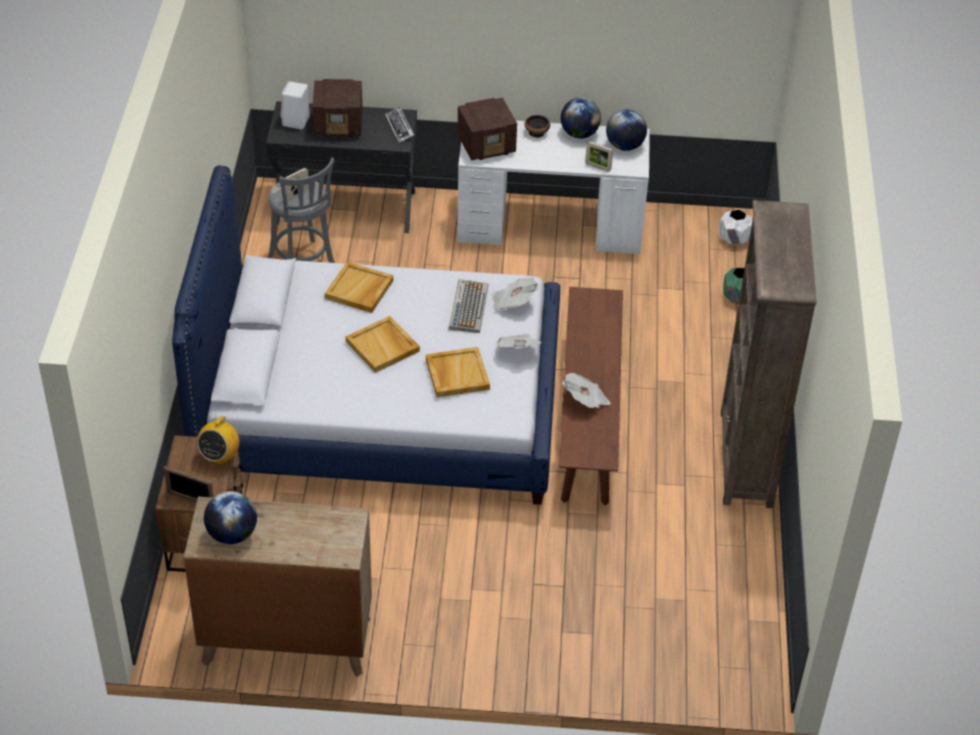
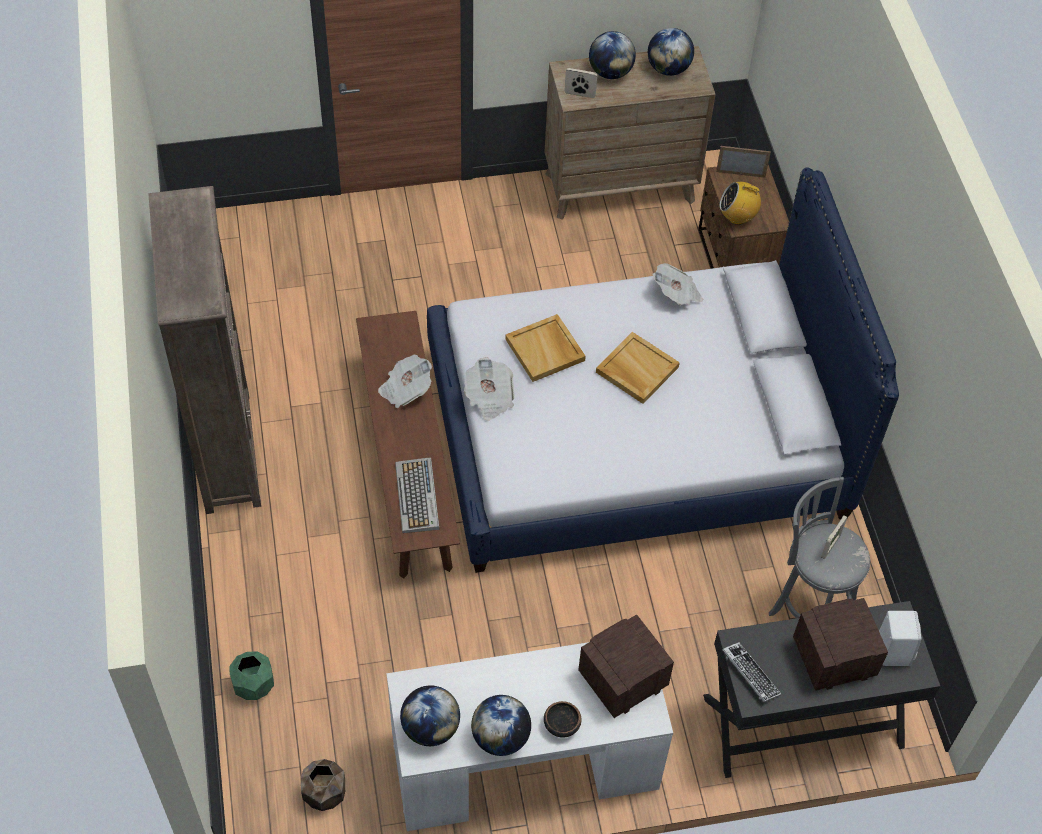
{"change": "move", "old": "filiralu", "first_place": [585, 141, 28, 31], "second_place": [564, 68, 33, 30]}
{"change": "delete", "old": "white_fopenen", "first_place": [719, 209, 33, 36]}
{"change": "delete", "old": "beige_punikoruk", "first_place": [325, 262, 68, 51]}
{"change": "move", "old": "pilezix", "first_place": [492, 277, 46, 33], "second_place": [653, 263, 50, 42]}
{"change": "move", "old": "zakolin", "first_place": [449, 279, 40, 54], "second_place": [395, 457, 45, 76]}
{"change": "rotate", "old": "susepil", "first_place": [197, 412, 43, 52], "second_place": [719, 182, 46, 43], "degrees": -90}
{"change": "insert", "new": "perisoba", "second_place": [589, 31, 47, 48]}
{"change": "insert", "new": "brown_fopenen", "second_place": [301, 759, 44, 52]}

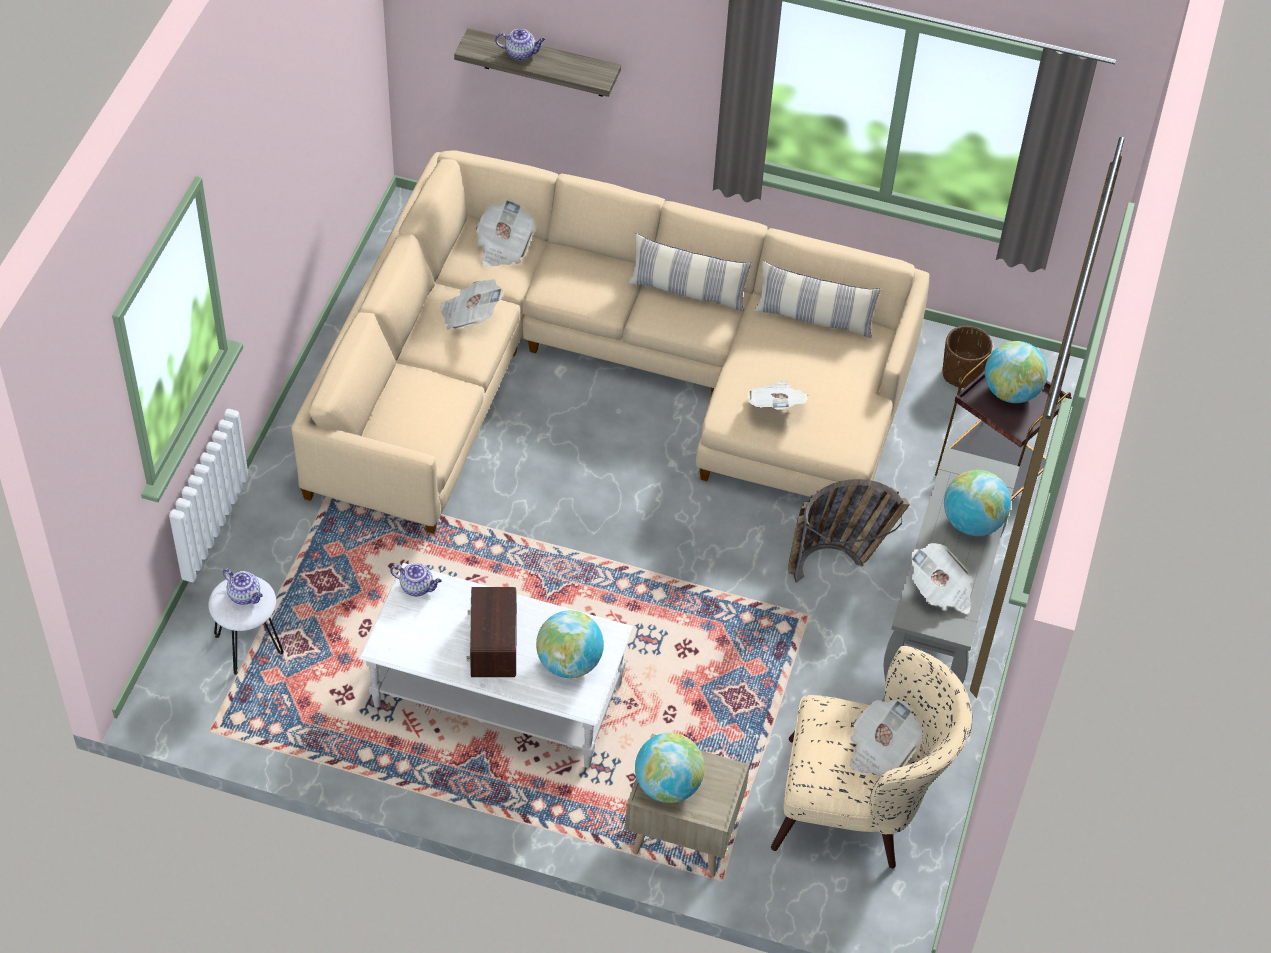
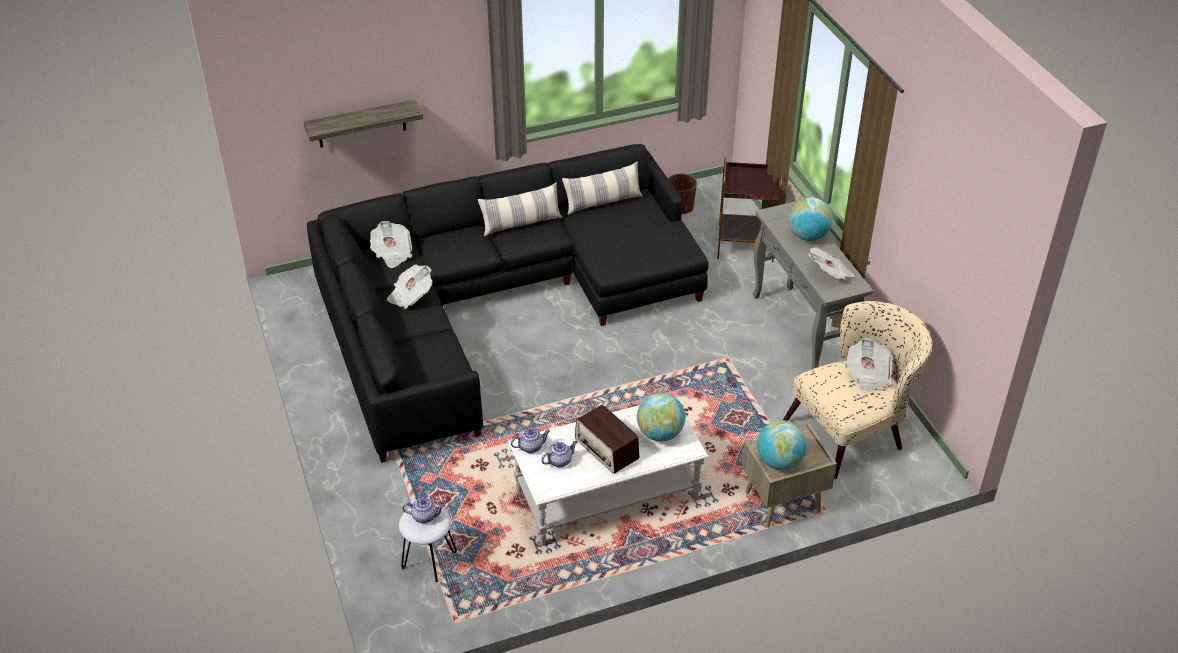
{"change": "move", "old": "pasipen", "first_place": [495, 29, 50, 31], "second_place": [541, 441, 36, 26]}
{"change": "recolor", "old": "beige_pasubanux", "new": "black_pasubanux", "first_place": [291, 150, 638, 384], "second_place": [307, 144, 402, 319]}
{"change": "delete", "old": "perisoba", "first_place": [985, 341, 63, 62]}
{"change": "delete", "old": "pilezix", "first_place": [748, 381, 61, 29]}
{"change": "delete", "old": "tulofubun", "first_place": [788, 479, 122, 104]}

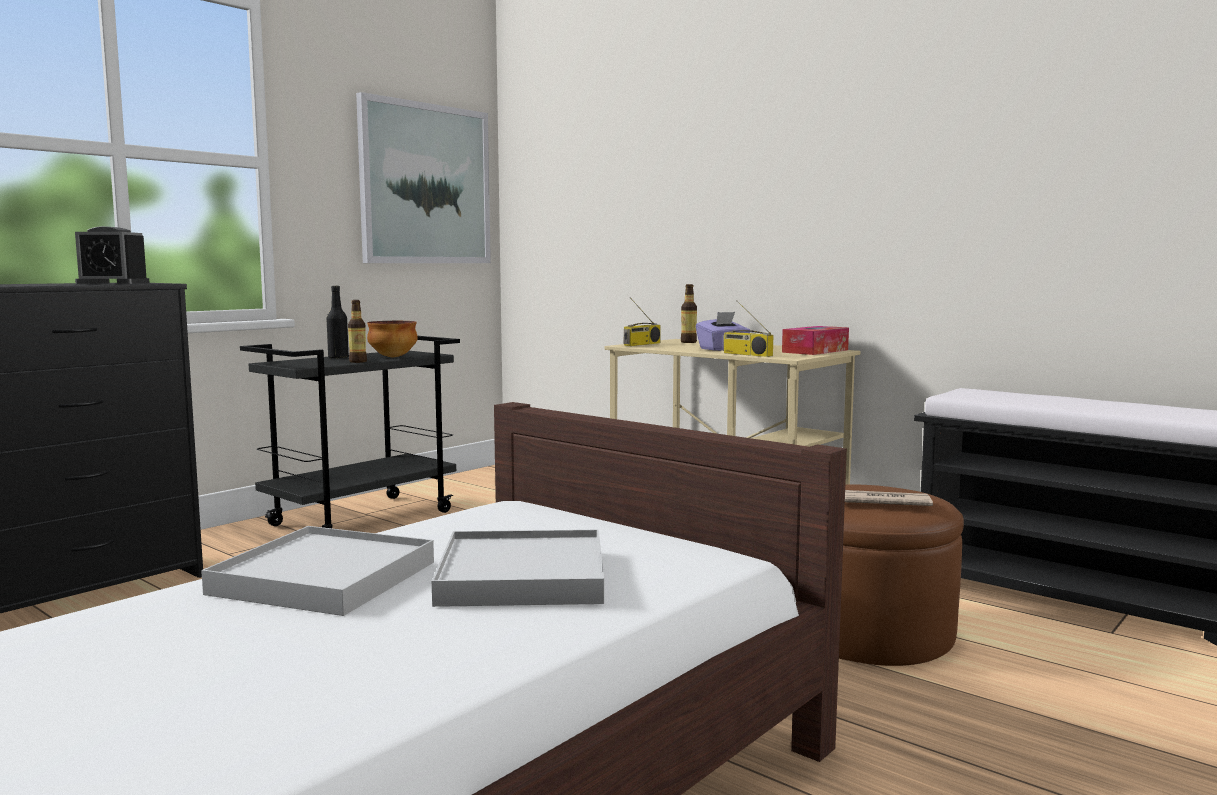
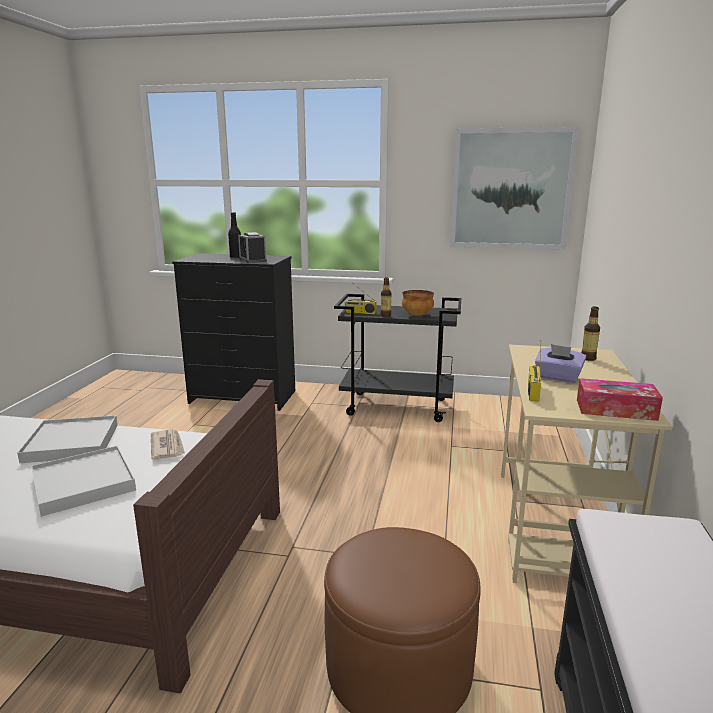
{"change": "move", "old": "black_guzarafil", "first_place": [326, 286, 23, 73], "second_place": [228, 212, 13, 46]}
{"change": "move", "old": "susepil", "first_place": [624, 297, 37, 49], "second_place": [345, 285, 31, 29]}
{"change": "move", "old": "pilezix", "first_place": [845, 490, 88, 16], "second_place": [151, 430, 34, 29]}

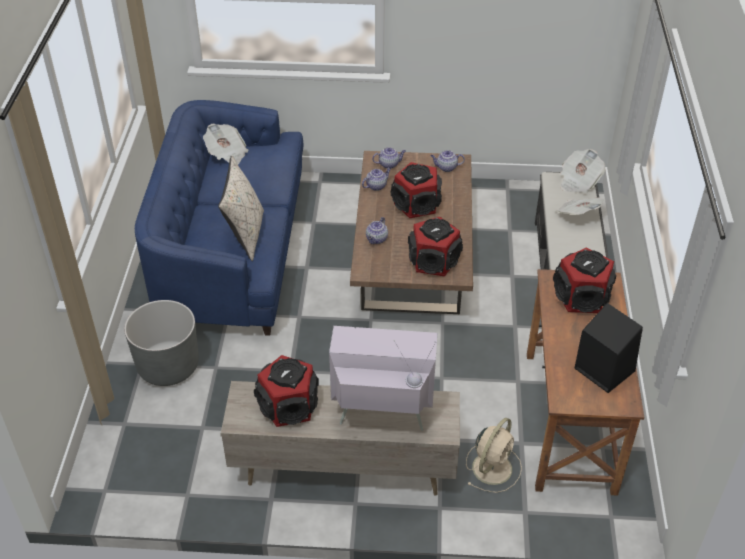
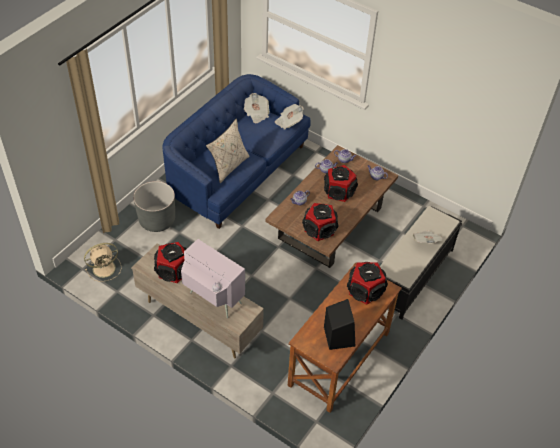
{"change": "move", "old": "pilezix", "first_place": [560, 149, 46, 44], "second_place": [275, 104, 29, 26]}
{"change": "move", "old": "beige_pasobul", "first_place": [466, 418, 56, 75], "second_place": [84, 243, 37, 39]}

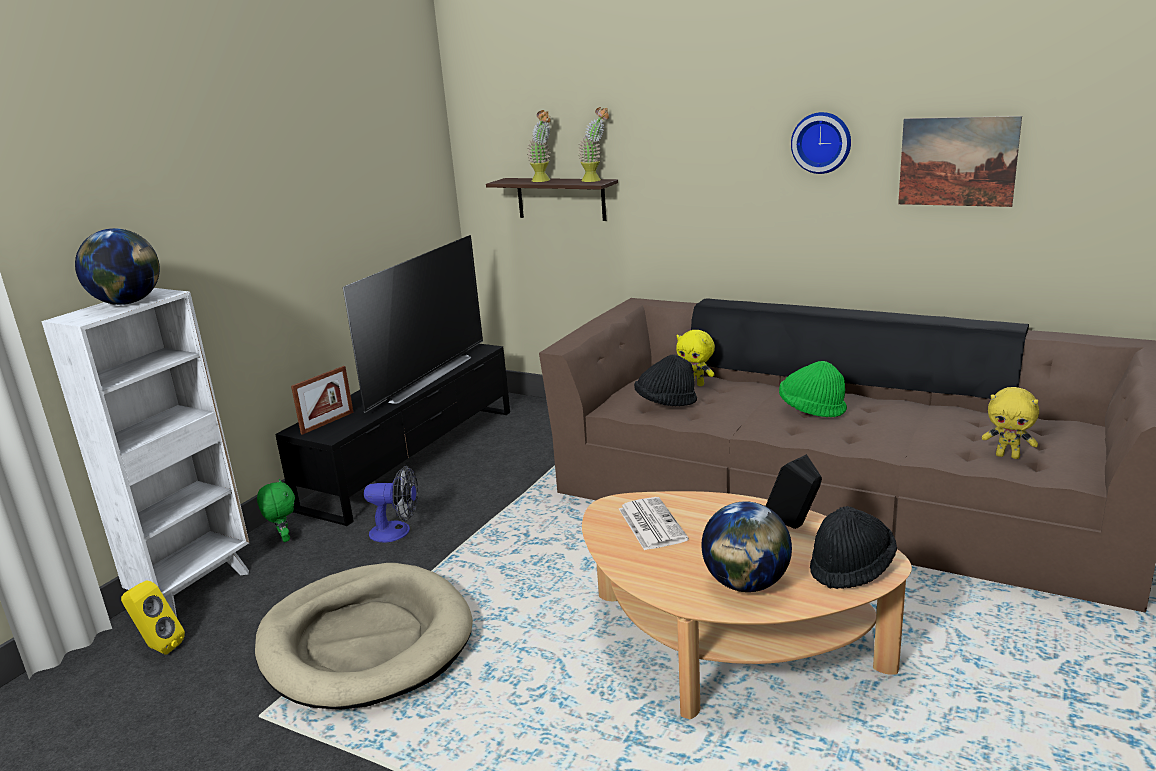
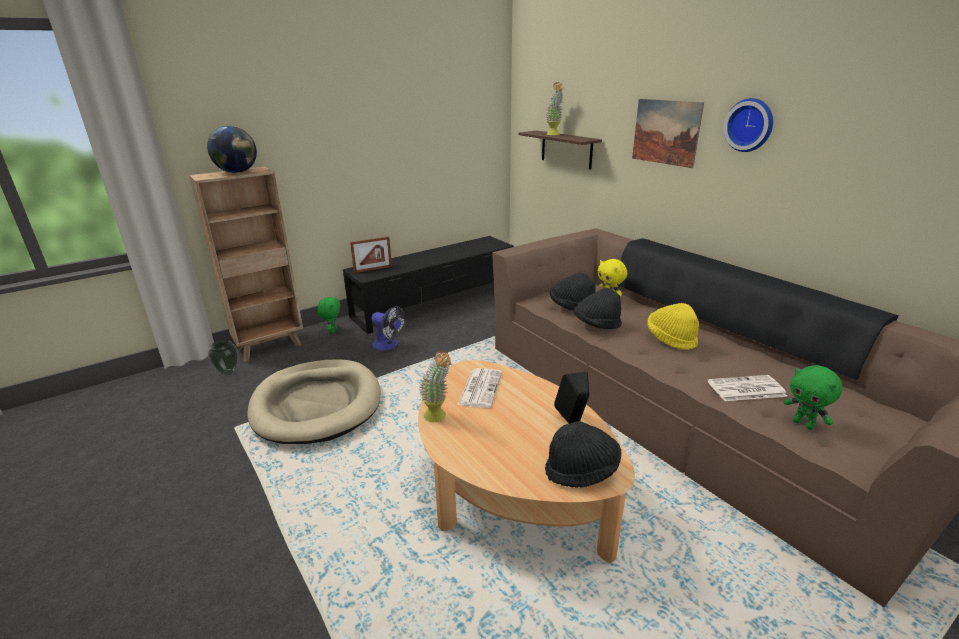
{"change": "move", "old": "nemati", "first_place": [578, 107, 31, 75], "second_place": [419, 350, 32, 72]}
{"change": "move", "old": "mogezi", "first_place": [898, 116, 124, 91], "second_place": [632, 99, 72, 69]}
{"change": "delete", "old": "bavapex", "first_place": [343, 235, 140, 178]}
{"change": "recolor", "old": "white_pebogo", "new": "brown_pebogo", "first_place": [41, 288, 208, 329], "second_place": [189, 167, 114, 194]}
{"change": "recolor", "old": "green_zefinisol", "new": "yellow_zefinisol", "first_place": [779, 361, 68, 56], "second_place": [647, 303, 52, 47]}
{"change": "recolor", "old": "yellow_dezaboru", "new": "green_dezaboru", "first_place": [982, 387, 57, 72], "second_place": [783, 365, 60, 65]}
{"change": "delete", "old": "perisoba", "first_place": [701, 501, 91, 91]}
{"change": "replace", "old": "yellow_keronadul", "new": "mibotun", "first_place": [121, 580, 64, 74], "second_place": [208, 340, 31, 35]}
{"change": "insert", "new": "black_zefinisol", "second_place": [574, 288, 48, 41]}
{"change": "insert", "new": "pilezix", "second_place": [707, 375, 80, 26]}

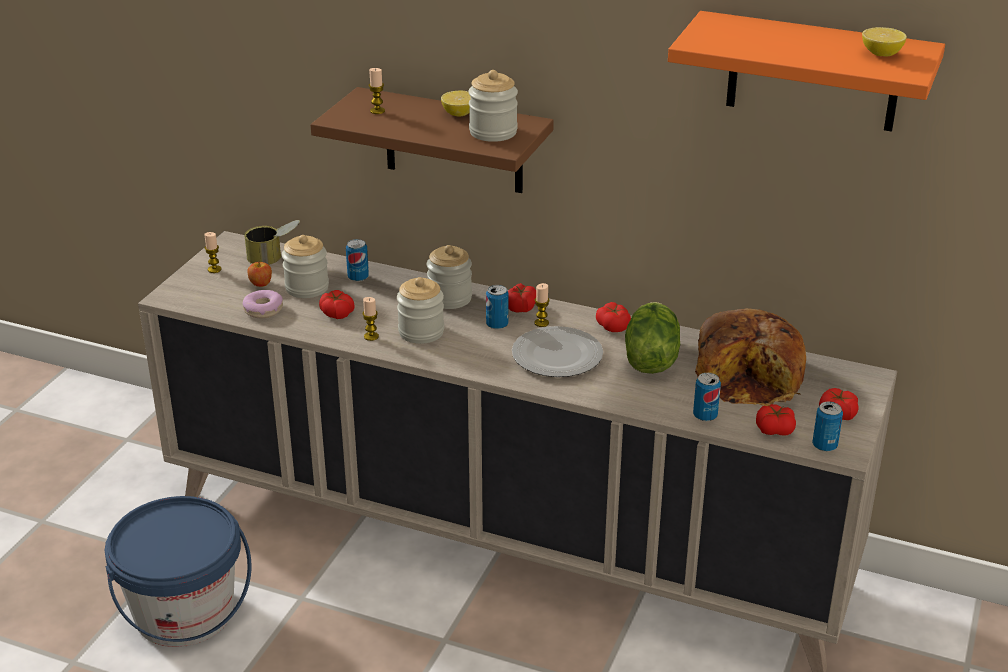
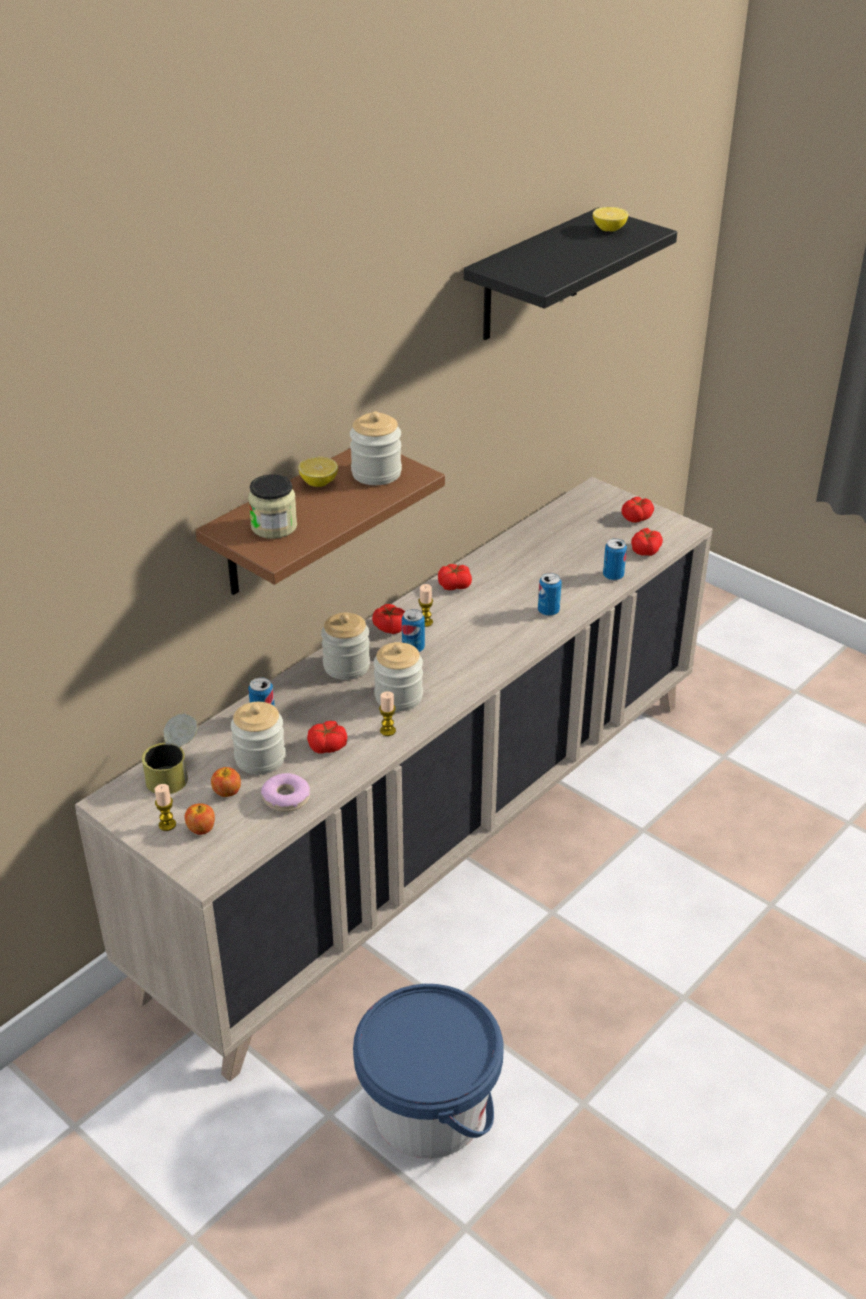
{"change": "recolor", "old": "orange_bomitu", "new": "black_bomitu", "first_place": [668, 11, 277, 120], "second_place": [464, 207, 213, 133]}
{"change": "replace", "old": "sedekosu", "new": "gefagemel", "first_place": [369, 68, 16, 46], "second_place": [248, 474, 49, 65]}
{"change": "delete", "old": "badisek", "first_place": [625, 302, 55, 72]}
{"change": "delete", "old": "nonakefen", "first_place": [695, 308, 111, 98]}
{"change": "delete", "old": "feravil", "first_place": [512, 326, 91, 51]}
{"change": "move", "old": "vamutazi", "first_place": [812, 402, 31, 50], "second_place": [538, 573, 23, 43]}
{"change": "insert", "new": "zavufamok", "second_place": [185, 803, 30, 32]}

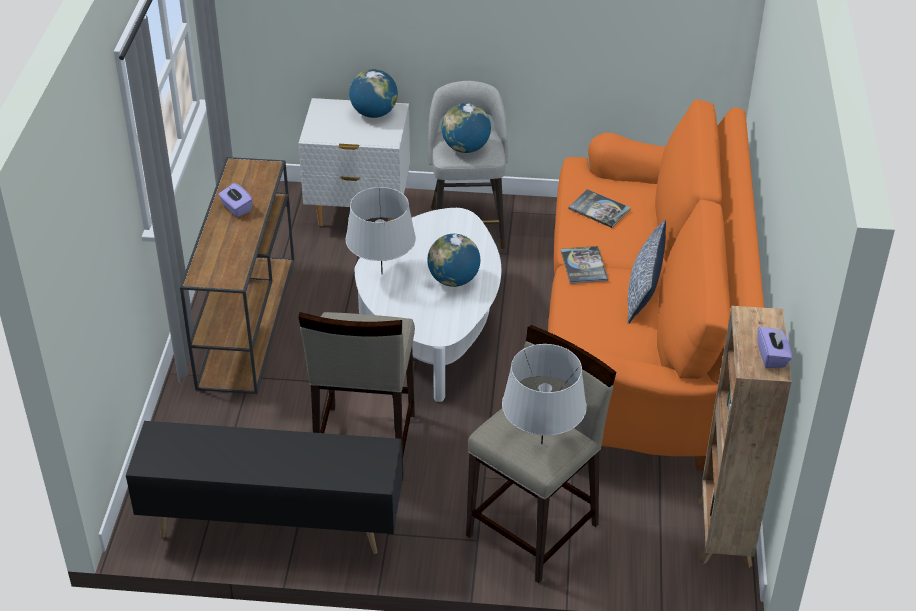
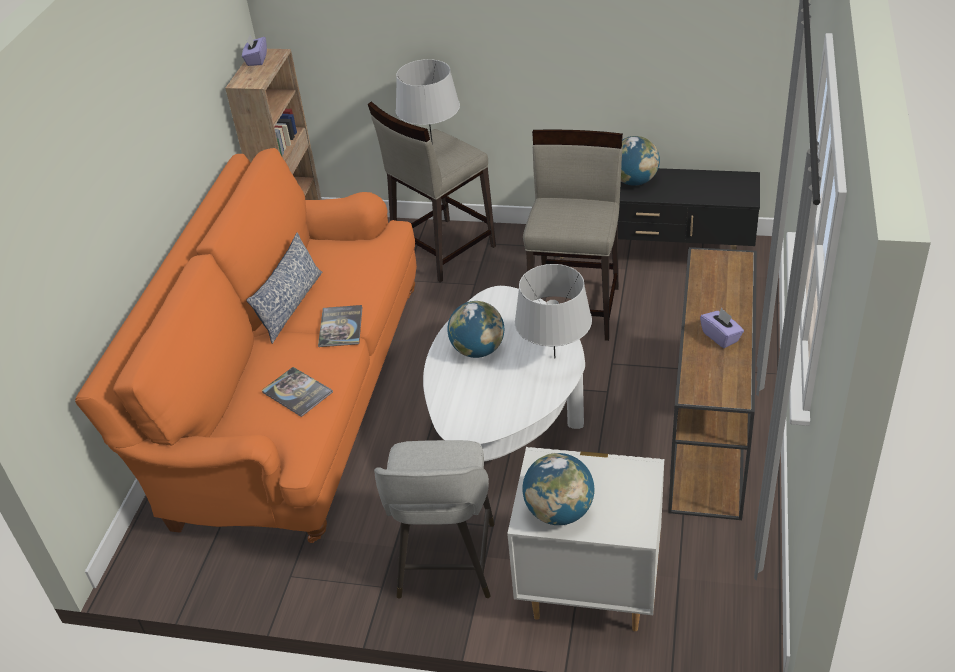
{"change": "move", "old": "perisoba", "first_place": [442, 103, 49, 50], "second_place": [621, 136, 39, 50]}

